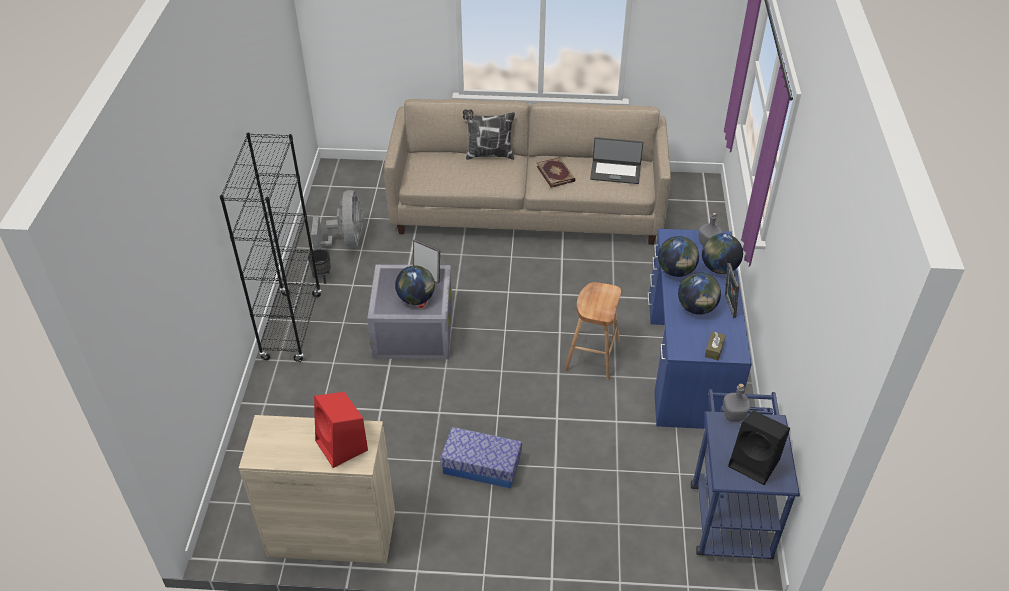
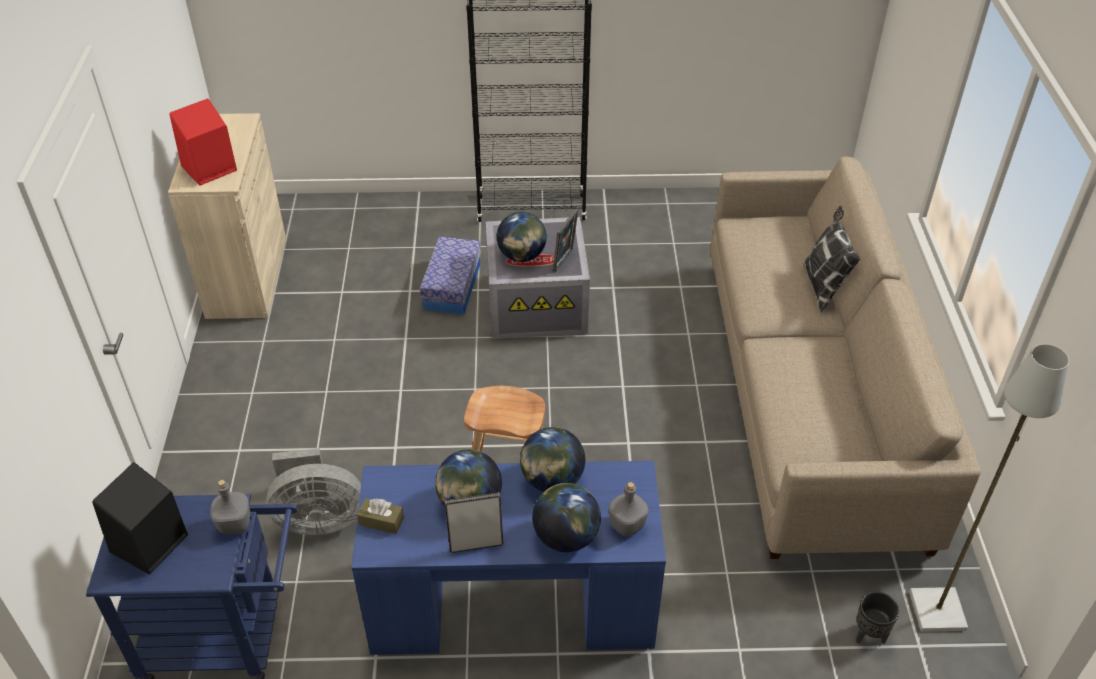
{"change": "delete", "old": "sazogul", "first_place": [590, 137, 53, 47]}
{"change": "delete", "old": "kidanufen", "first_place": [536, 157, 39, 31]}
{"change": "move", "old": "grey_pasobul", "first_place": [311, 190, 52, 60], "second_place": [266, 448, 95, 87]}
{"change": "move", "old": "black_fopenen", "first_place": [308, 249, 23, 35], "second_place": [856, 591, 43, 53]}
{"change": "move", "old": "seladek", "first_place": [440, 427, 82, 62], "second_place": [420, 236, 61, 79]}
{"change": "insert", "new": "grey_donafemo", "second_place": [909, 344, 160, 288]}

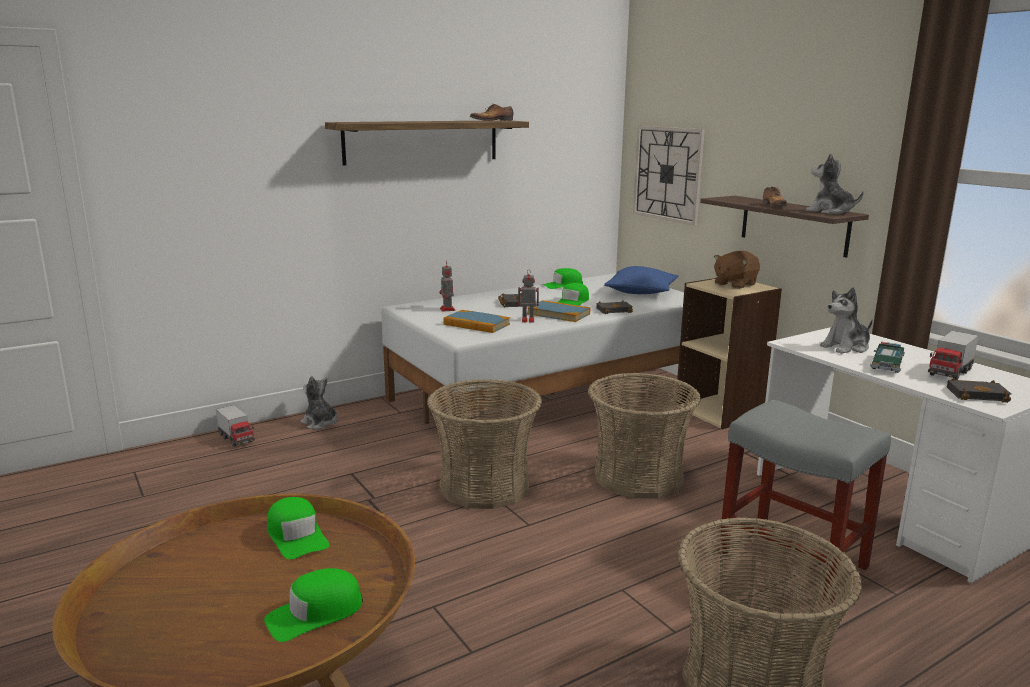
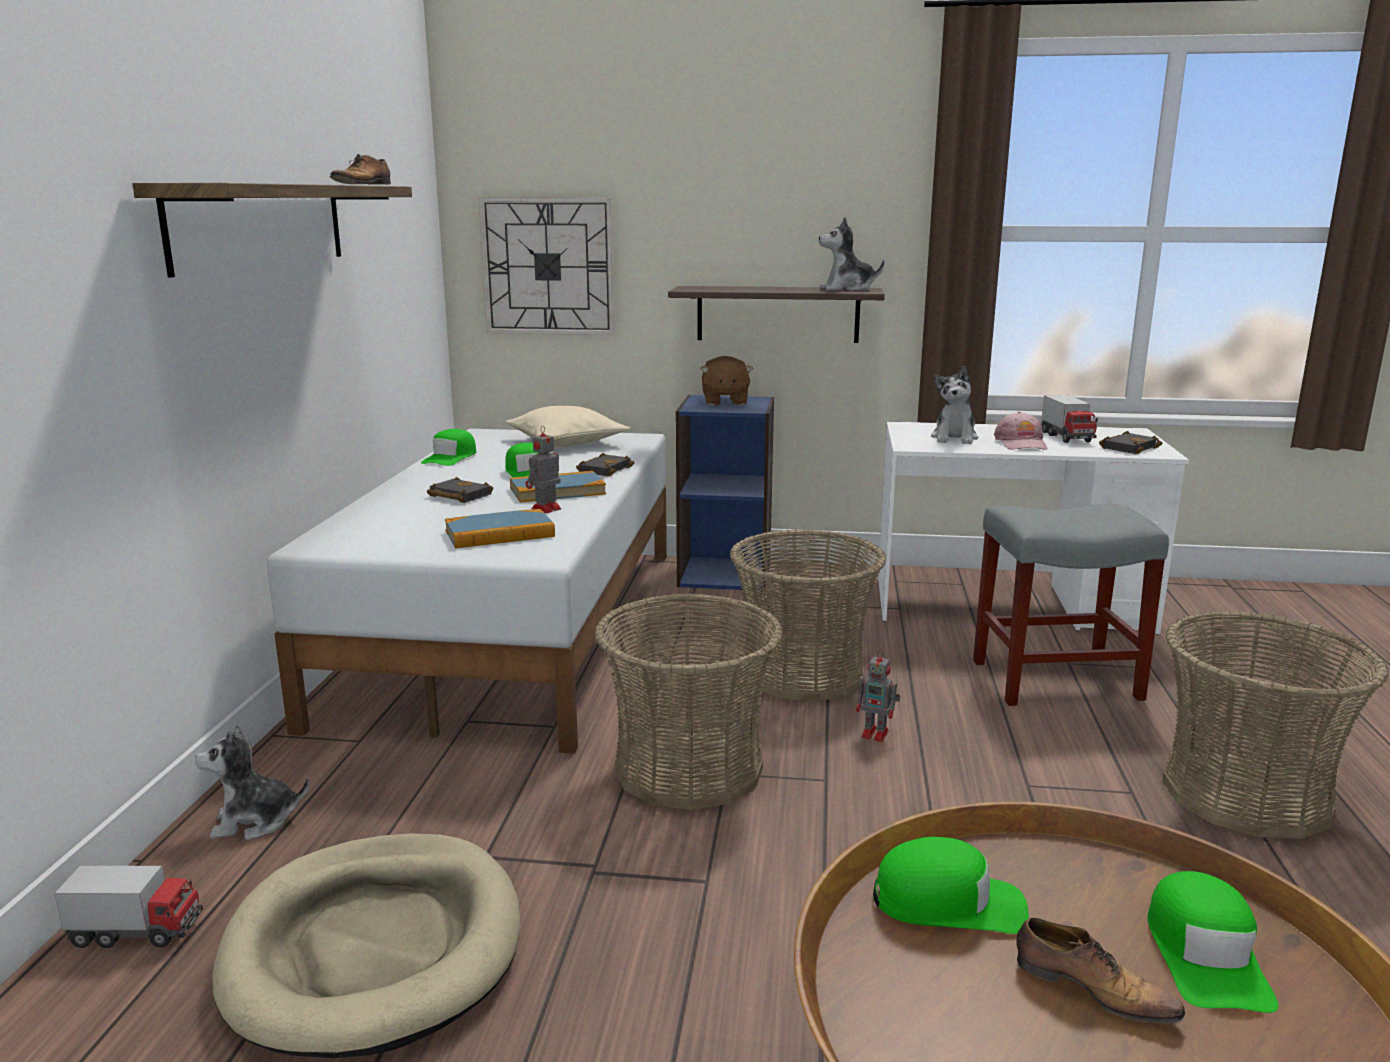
{"change": "move", "old": "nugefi", "first_place": [763, 187, 24, 20], "second_place": [1016, 917, 169, 107]}
{"change": "move", "old": "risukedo", "first_place": [440, 261, 15, 51], "second_place": [856, 650, 45, 92]}
{"change": "recolor", "old": "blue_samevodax", "new": "beige_samevodax", "first_place": [604, 266, 75, 28], "second_place": [506, 406, 124, 41]}
{"change": "recolor", "old": "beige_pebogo", "new": "blue_pebogo", "first_place": [676, 278, 106, 151], "second_place": [676, 395, 98, 195]}
{"change": "replace", "old": "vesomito", "new": "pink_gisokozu", "first_place": [870, 342, 35, 31], "second_place": [994, 412, 54, 38]}
{"change": "insert", "new": "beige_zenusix", "second_place": [212, 833, 309, 225]}

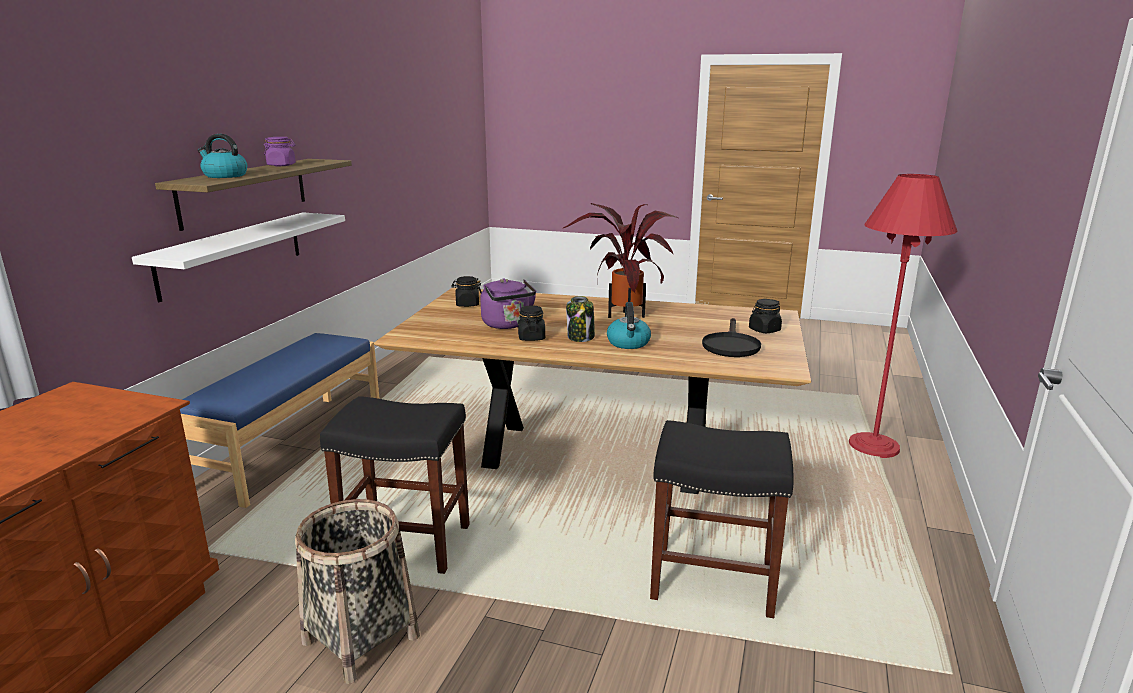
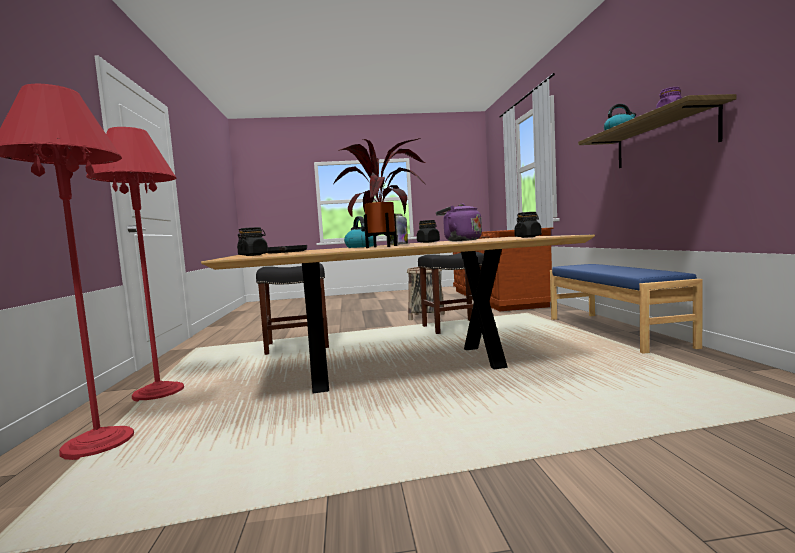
{"change": "delete", "old": "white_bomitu", "first_place": [132, 212, 213, 90]}
{"change": "insert", "new": "red_donafemo", "second_place": [86, 127, 98, 275]}

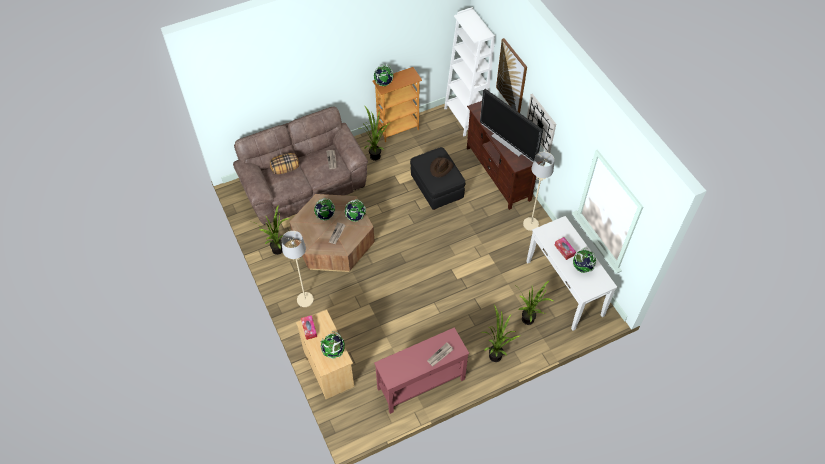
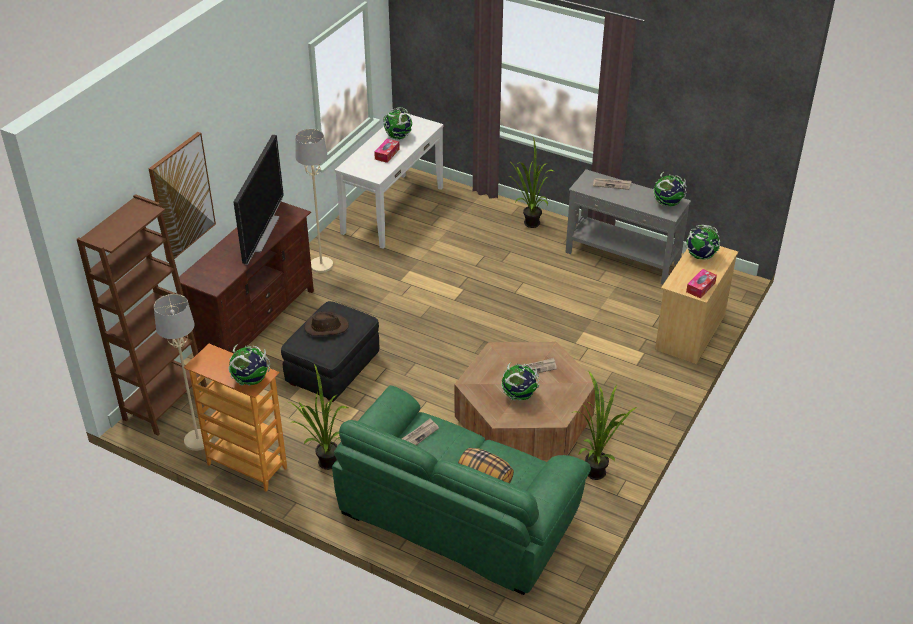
{"change": "recolor", "old": "white_pebogo", "new": "brown_pebogo", "first_place": [444, 7, 51, 130], "second_place": [77, 194, 130, 242]}
{"change": "delete", "old": "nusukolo", "first_place": [527, 94, 29, 59]}
{"change": "recolor", "old": "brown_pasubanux", "new": "green_pasubanux", "first_place": [233, 107, 135, 118], "second_place": [332, 385, 259, 210]}
{"change": "move", "old": "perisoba", "first_place": [345, 199, 21, 23], "second_place": [653, 172, 34, 35]}
{"change": "move", "old": "beige_donafemo", "first_place": [281, 231, 33, 76], "second_place": [154, 294, 58, 157]}
{"change": "delete", "old": "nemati", "first_place": [519, 281, 34, 44]}
{"change": "recolor", "old": "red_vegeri", "new": "grey_vegeri", "first_place": [374, 327, 95, 87], "second_place": [565, 169, 126, 115]}

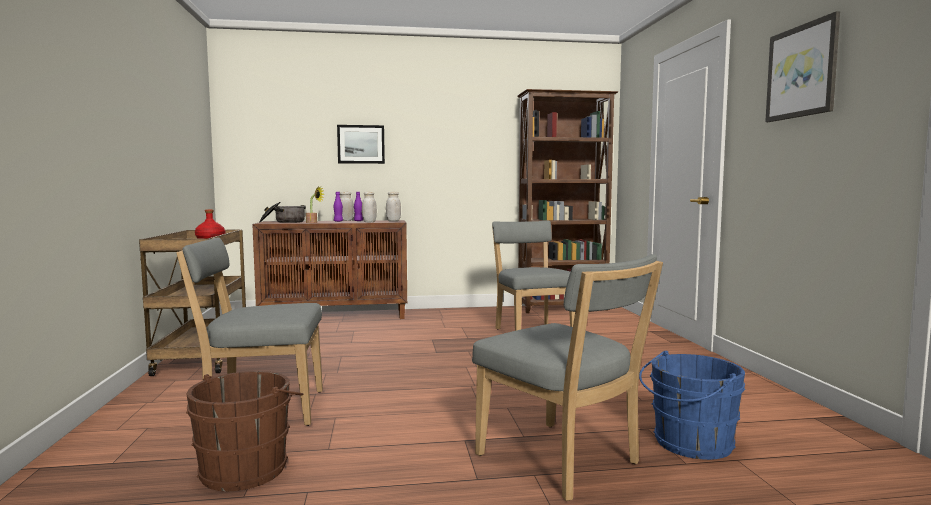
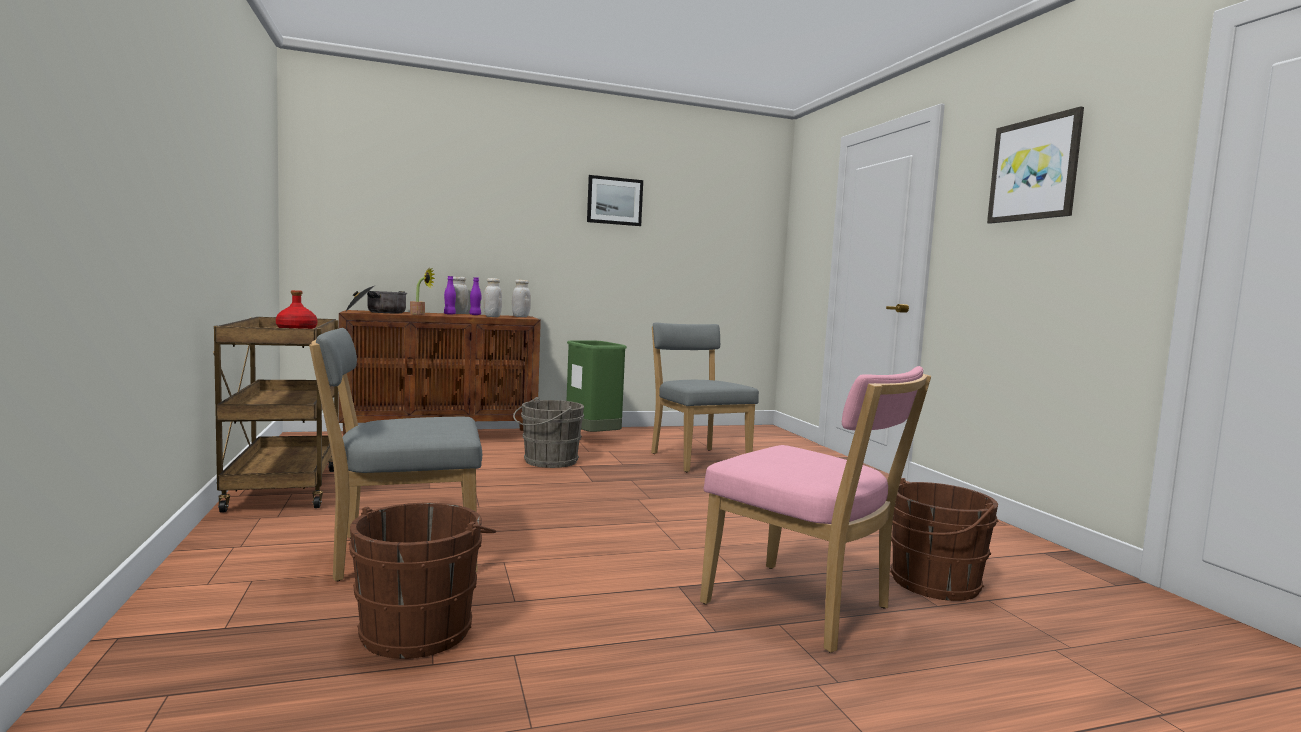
{"change": "delete", "old": "brown_pebogo", "first_place": [517, 89, 101, 224]}
{"change": "move", "old": "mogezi", "first_place": [337, 125, 48, 39], "second_place": [587, 175, 56, 51]}
{"change": "recolor", "old": "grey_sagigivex", "new": "pink_sagigivex", "first_place": [472, 254, 191, 247], "second_place": [700, 366, 231, 287]}
{"change": "recolor", "old": "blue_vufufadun", "new": "brown_vufufadun", "first_place": [639, 351, 106, 109], "second_place": [890, 478, 108, 123]}
{"change": "insert", "new": "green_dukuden", "second_place": [567, 341, 60, 91]}
{"change": "insert", "new": "grey_vufufadun", "second_place": [513, 397, 72, 71]}

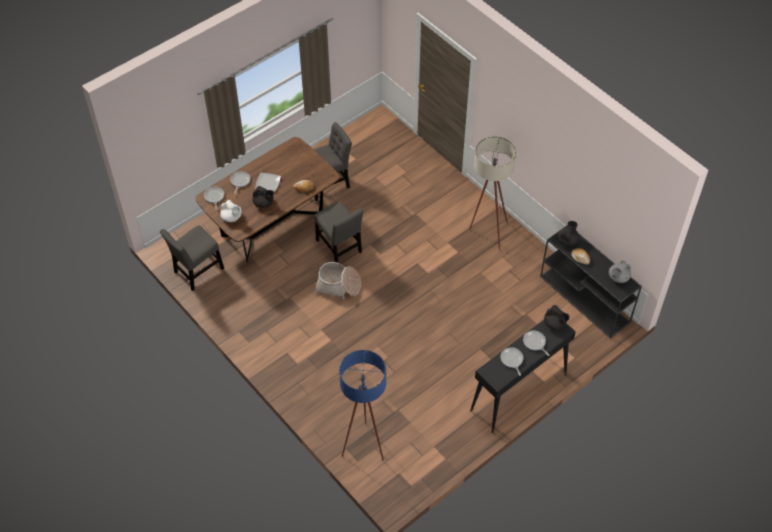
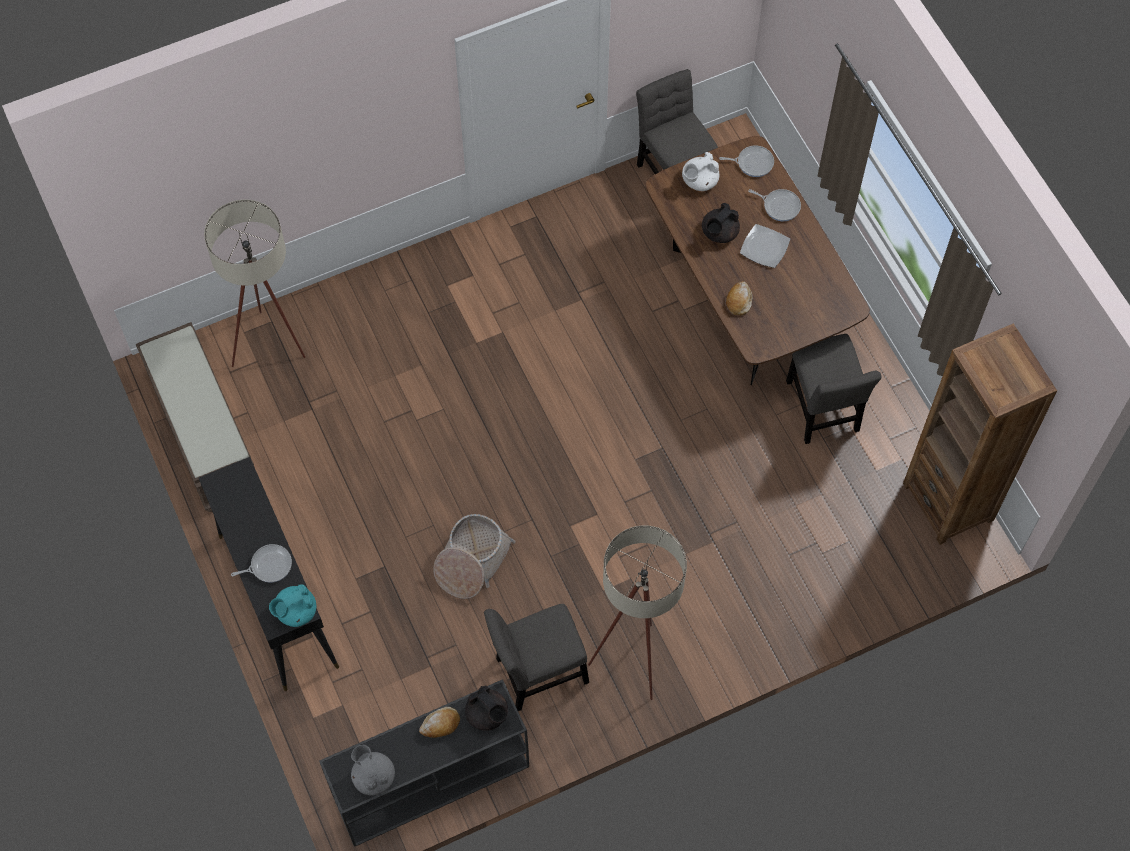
{"change": "move", "old": "grey_sagigivex", "first_place": [314, 201, 50, 62], "second_place": [484, 604, 105, 107]}
{"change": "move", "old": "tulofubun", "first_place": [315, 262, 46, 37], "second_place": [434, 514, 82, 85]}
{"change": "recolor", "old": "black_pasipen", "new": "turquoise_pasipen", "first_place": [544, 305, 26, 24], "second_place": [269, 584, 47, 43]}
{"change": "delete", "old": "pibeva", "first_place": [501, 347, 22, 29]}
{"change": "recolor", "old": "blue_donafemo", "new": "beige_donafemo", "first_place": [339, 350, 47, 111], "second_place": [204, 199, 102, 168]}
{"change": "insert", "new": "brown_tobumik", "second_place": [136, 322, 118, 190]}
{"change": "insert", "new": "brown_pebogo", "second_place": [903, 324, 154, 221]}

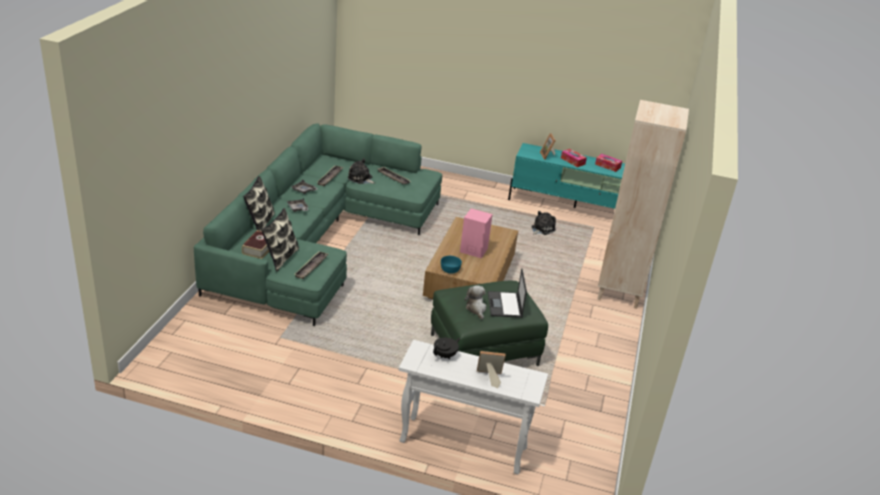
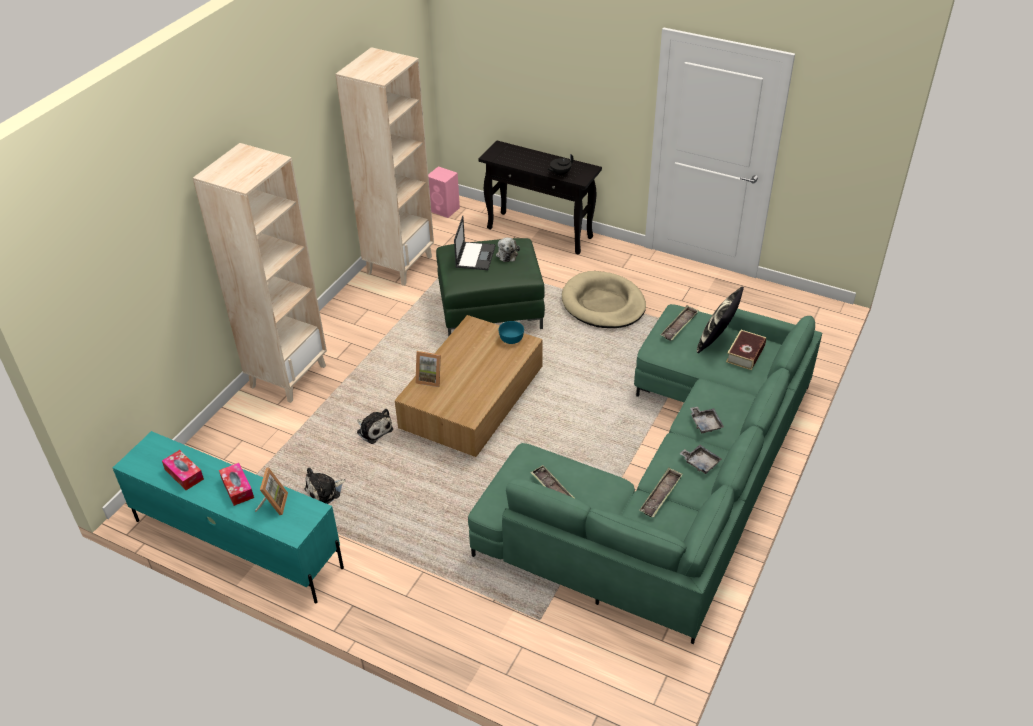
{"change": "move", "old": "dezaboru", "first_place": [347, 158, 28, 26], "second_place": [356, 409, 37, 35]}
{"change": "delete", "old": "samevodax", "first_place": [243, 176, 32, 55]}
{"change": "move", "old": "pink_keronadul", "first_place": [460, 209, 33, 49], "second_place": [428, 166, 32, 52]}
{"change": "recolor", "old": "white_vegeri", "new": "black_vegeri", "first_place": [399, 340, 149, 135], "second_place": [478, 141, 124, 114]}
{"change": "move", "old": "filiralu", "first_place": [477, 351, 29, 37], "second_place": [416, 351, 25, 36]}
{"change": "insert", "new": "beige_pebogo", "second_place": [336, 47, 98, 239]}
{"change": "insert", "new": "beige_zenusix", "second_place": [562, 271, 84, 57]}

